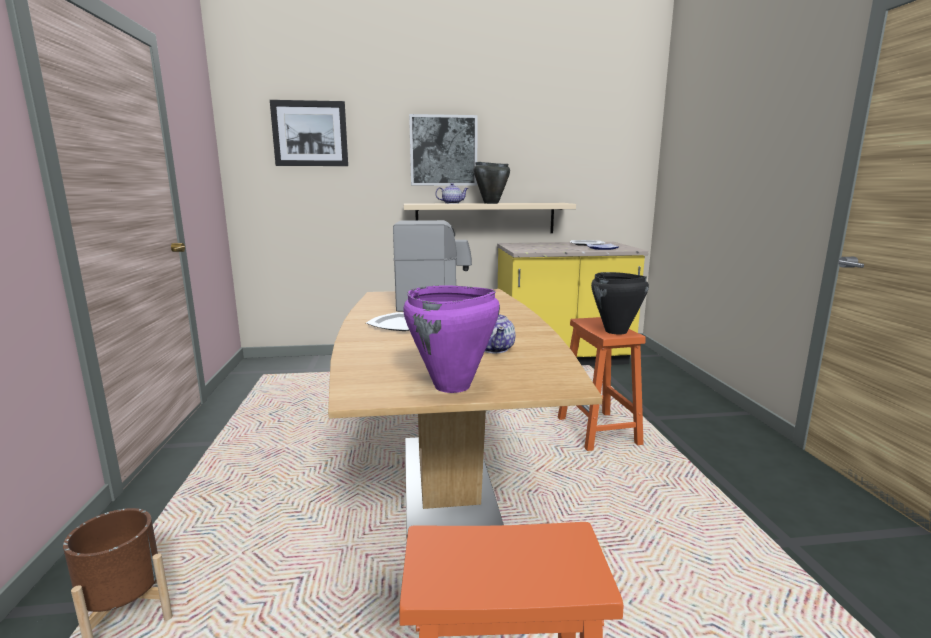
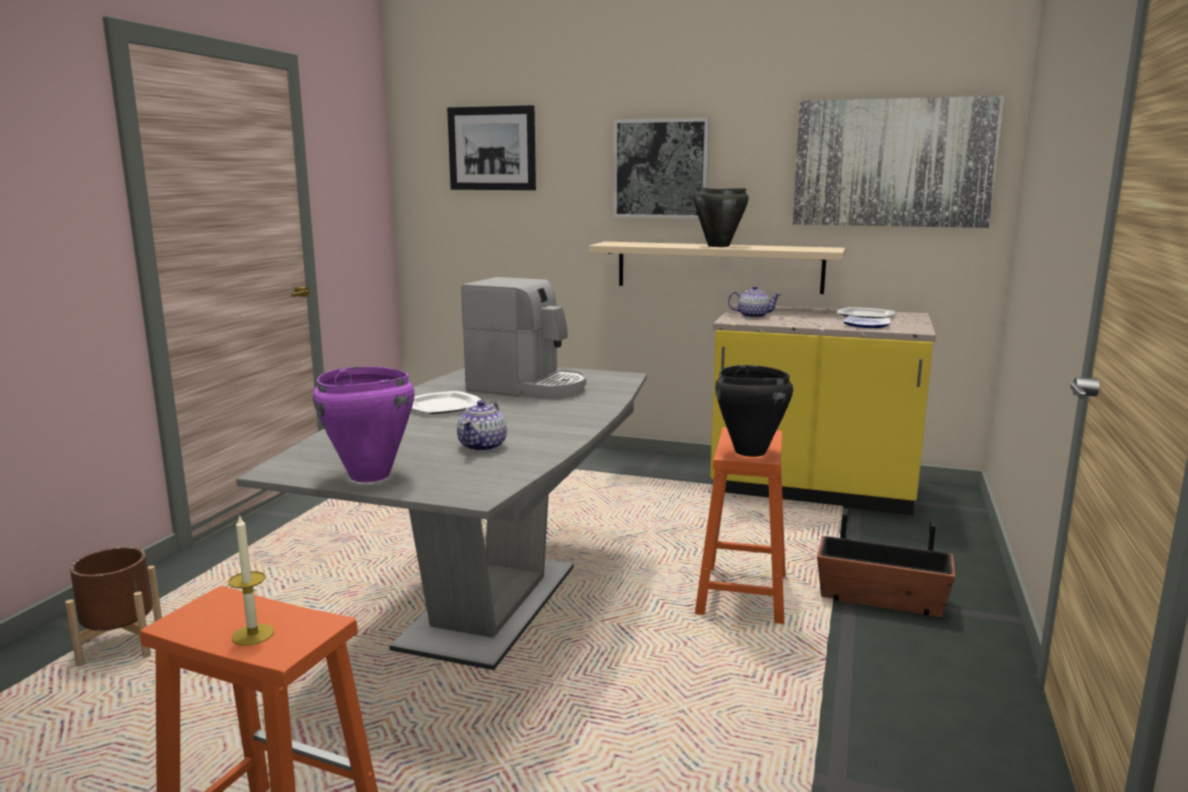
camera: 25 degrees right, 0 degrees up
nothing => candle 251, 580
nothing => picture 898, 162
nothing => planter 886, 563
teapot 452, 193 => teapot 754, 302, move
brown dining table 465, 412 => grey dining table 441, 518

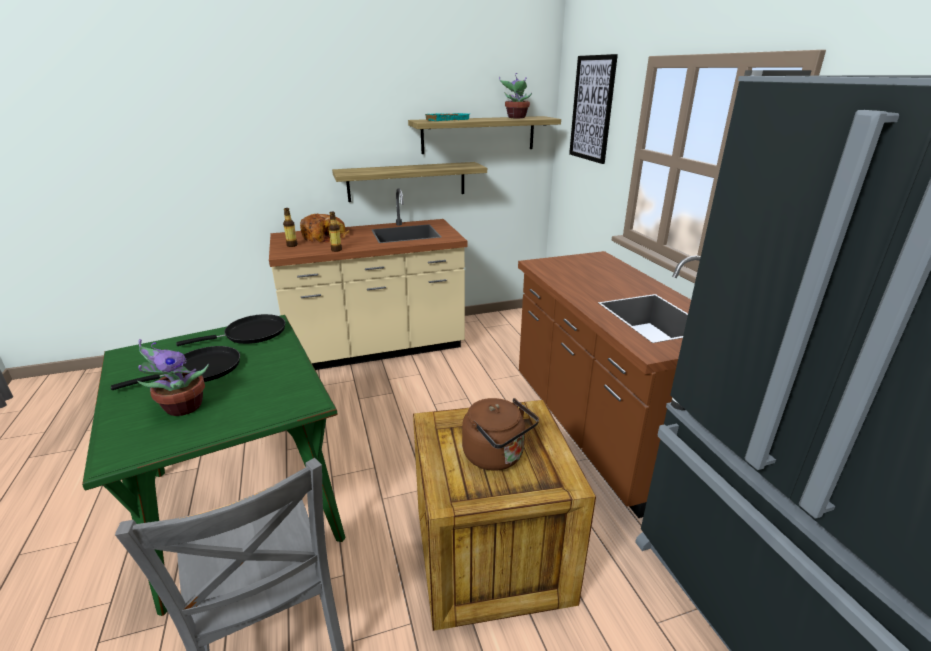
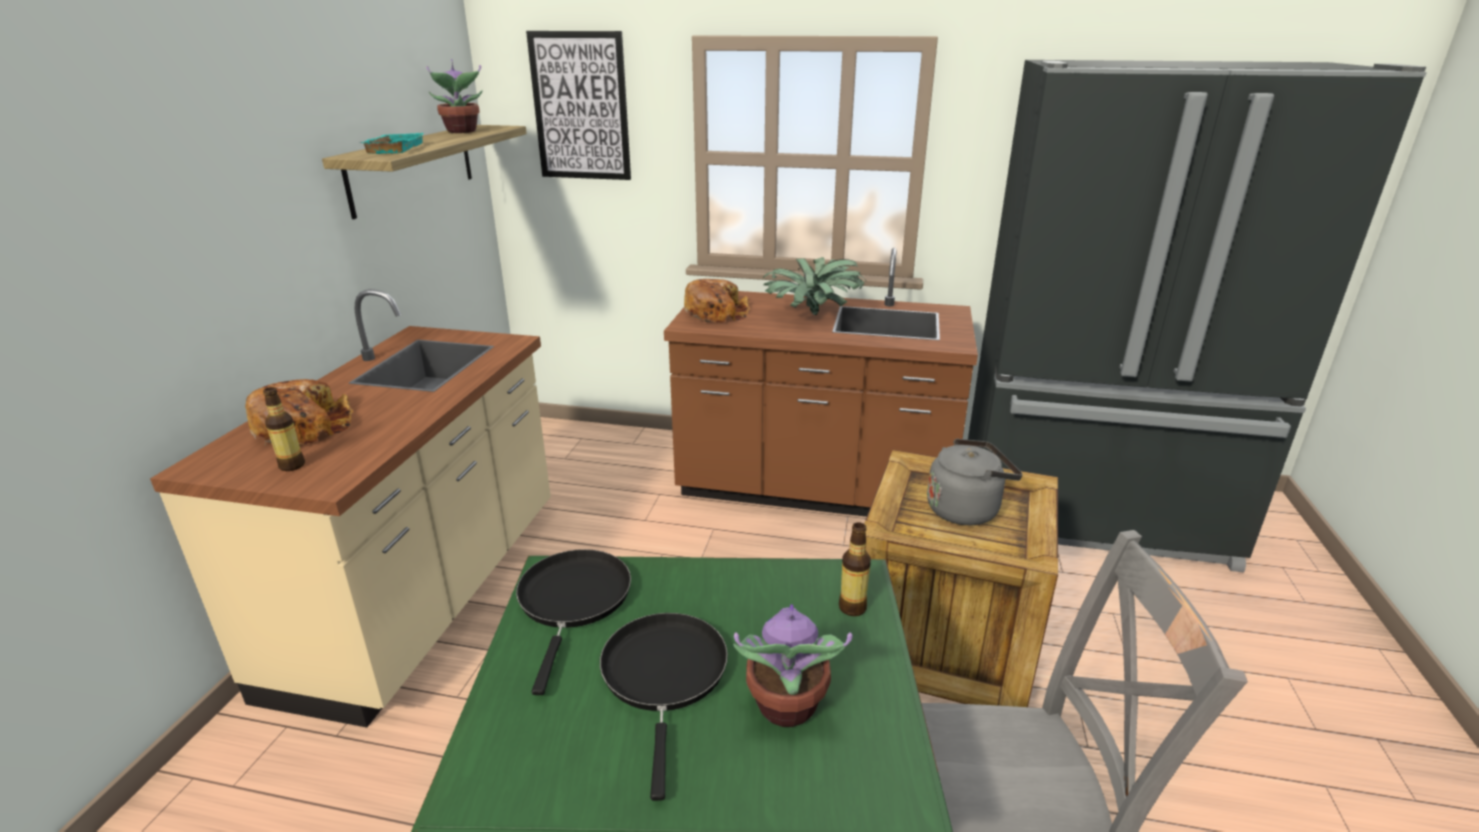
camera: 60 degrees left, 0 degrees up
shelf 409, 182 => nothing
nothing => bread 717, 301
nothing => potted plant 815, 286
bottle 335, 232 => bottle 855, 569, move
brown kettle 500, 434 => grey kettle 974, 481

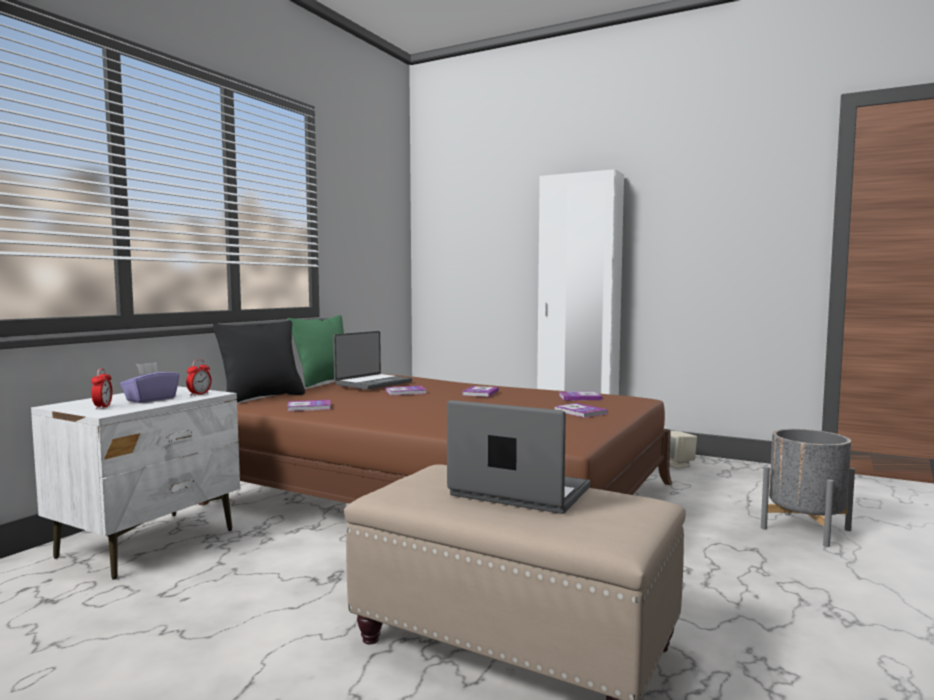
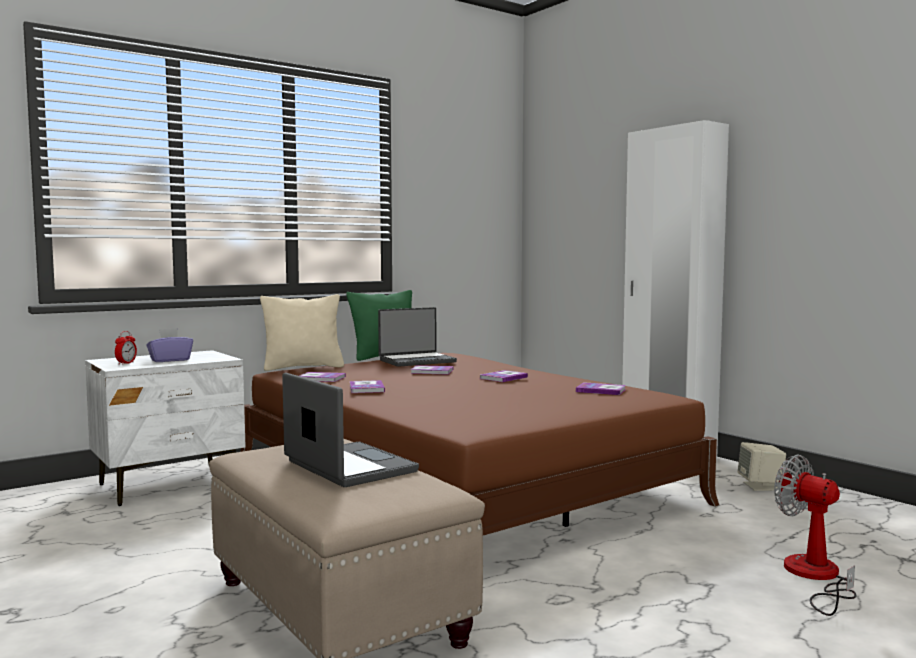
camera: 25 degrees right, 0 degrees up
alarm clock 199, 378 => nothing
book 581, 410 => book 367, 386, move
grey planter 808, 488 => fan 815, 535
black pillow 259, 361 => beige pillow 302, 332

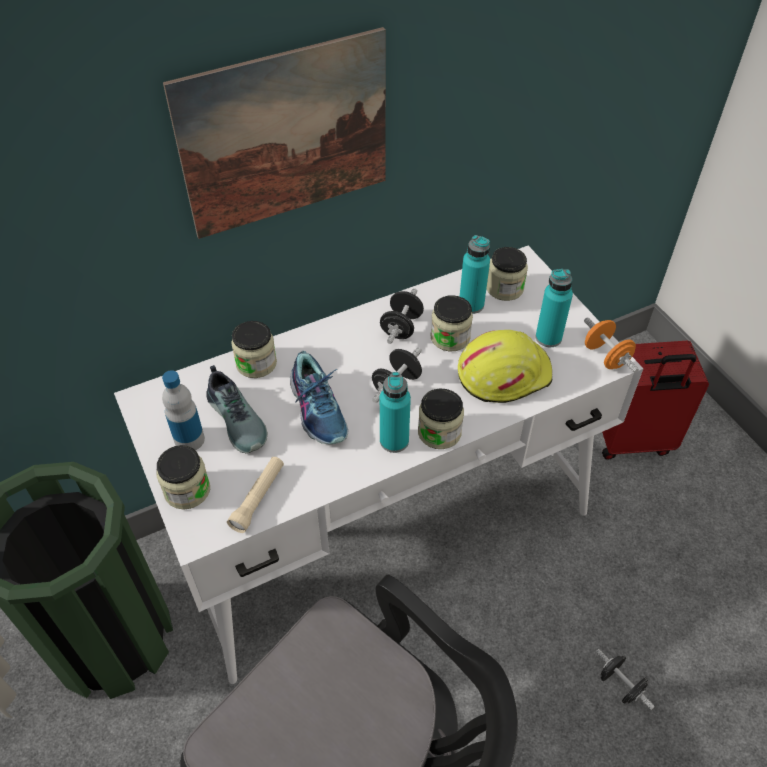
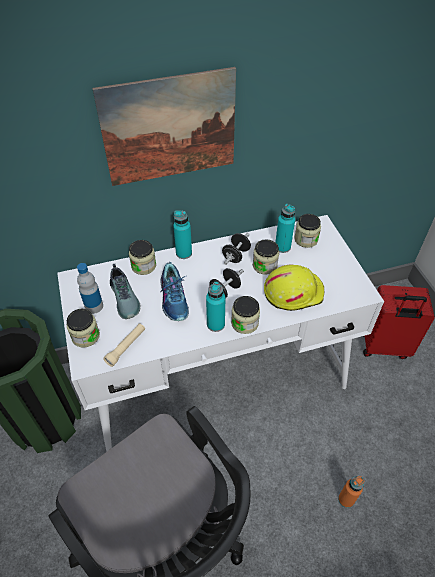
camera: 10 degrees right, 0 degrees up
orange dumbbell 611, 345 => nothing
turquoise bottle 554, 308 => turquoise bottle 182, 234, move
black dumbbell 625, 679 => orange bottle 351, 492

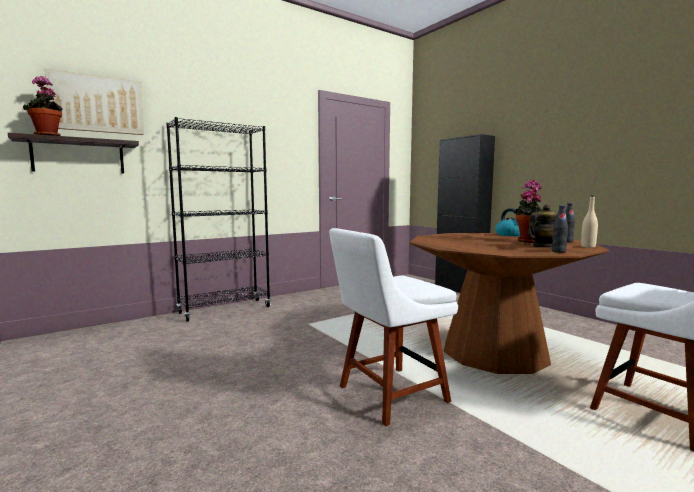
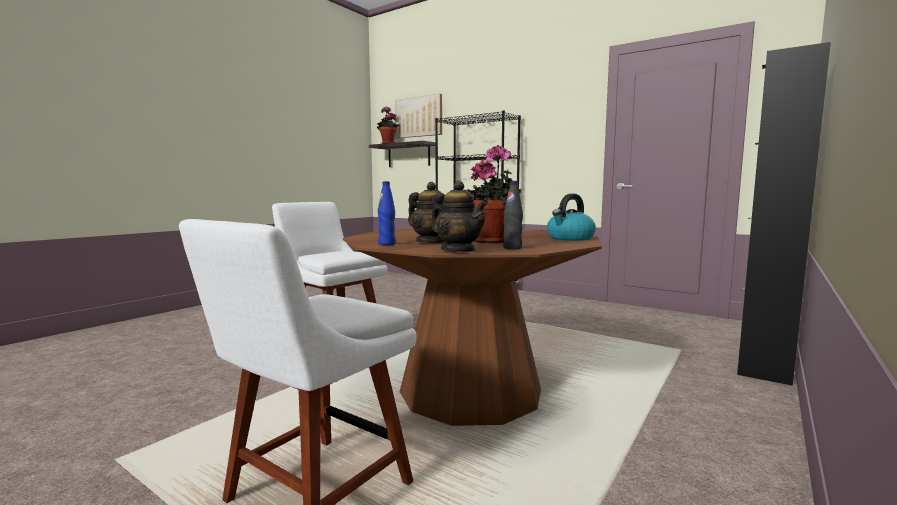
camera: 70 degrees right, 0 degrees up
beige bottle 589, 222 => teapot 460, 216
black bottle 560, 229 => blue bottle 387, 213

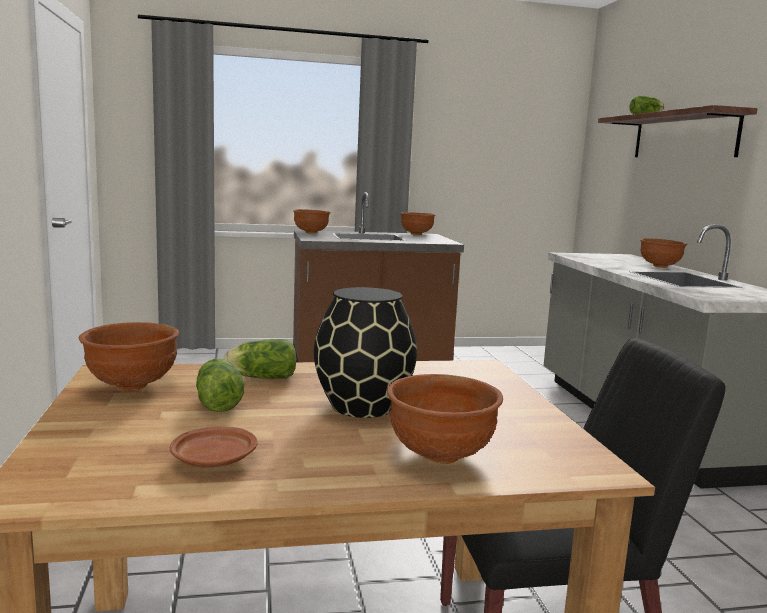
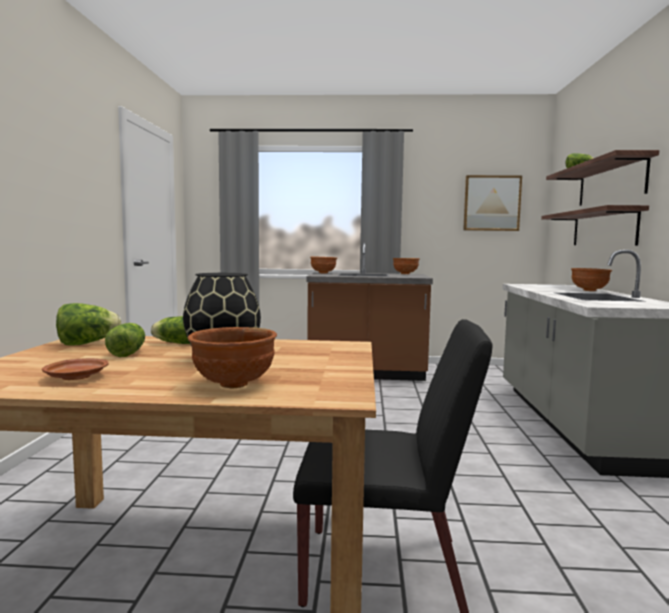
camera: 15 degrees right, 5 degrees down
nothing => picture 492, 203
nothing => shelf 595, 225
brown bowl 129, 356 => lettuce 88, 324

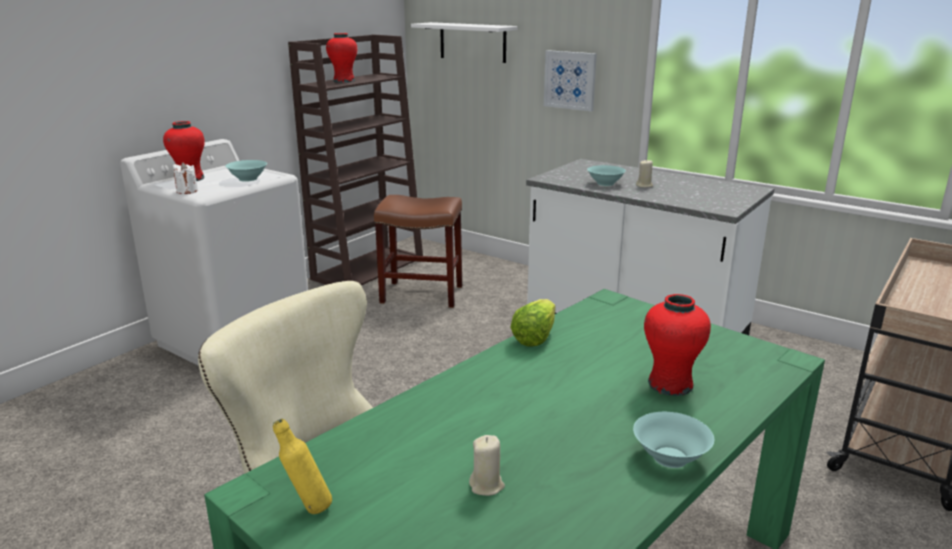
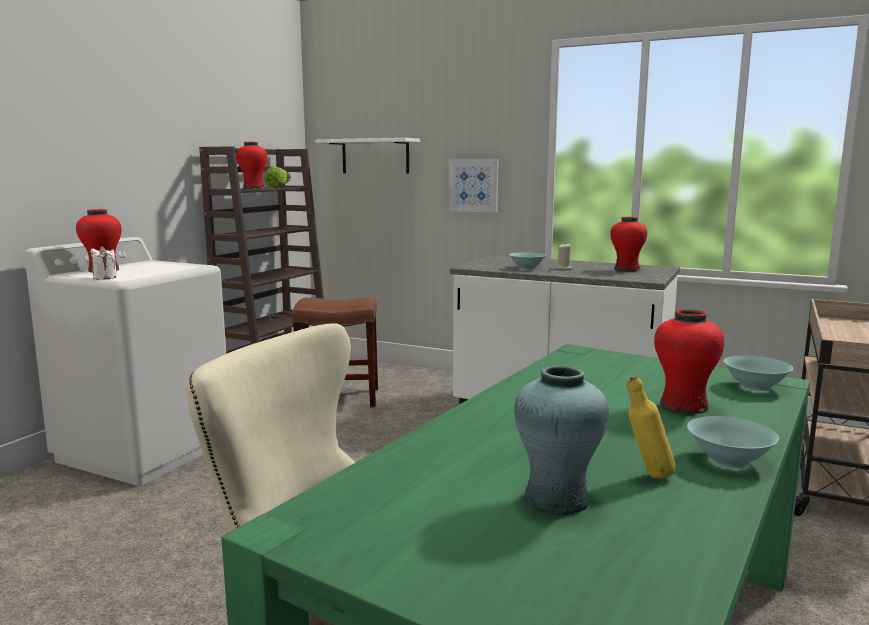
camera: 10 degrees left, 10 degrees down
nothing => red vase 628, 244
turquoise bowl 246, 171 => turquoise bowl 758, 373, move
yellow bottle 302, 466 => yellow bottle 651, 428, move
lettuce 532, 323 => lettuce 277, 176, move
beige candle 487, 465 => turquoise vase 561, 440

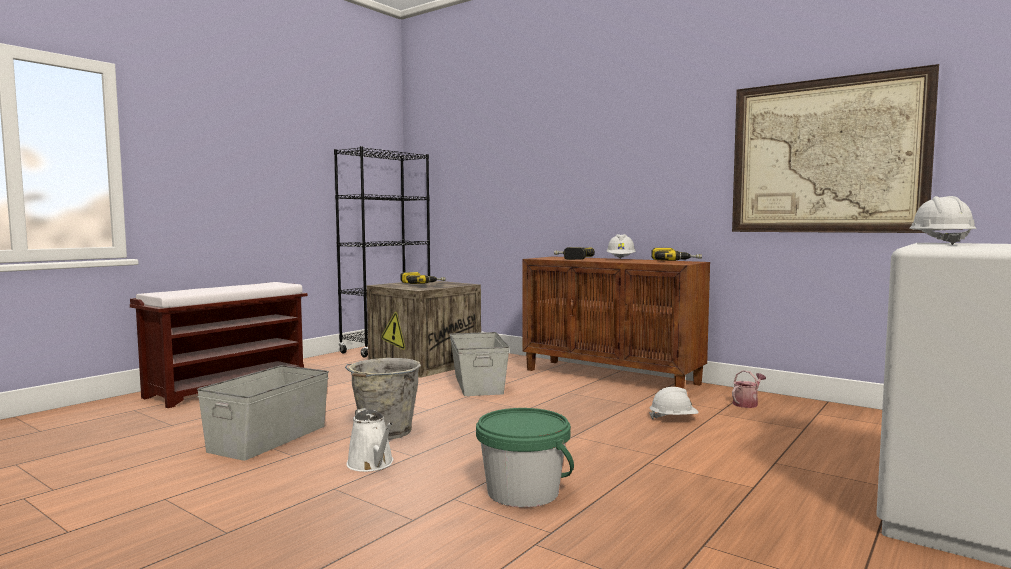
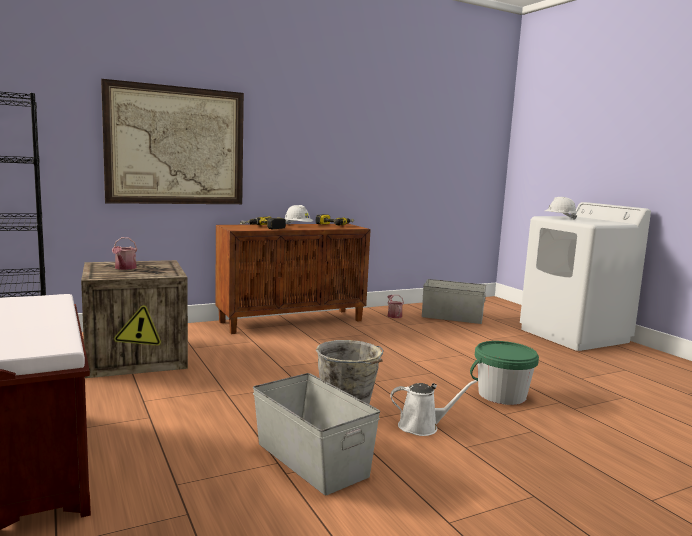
camera: 65 degrees left, 5 degrees up
white hard hat 674, 403 => nothing
grey storage box 479, 364 => grey storage box 454, 301, move
picture 835, 148 => picture 172, 141, move
power drill 423, 278 => watering can 125, 253

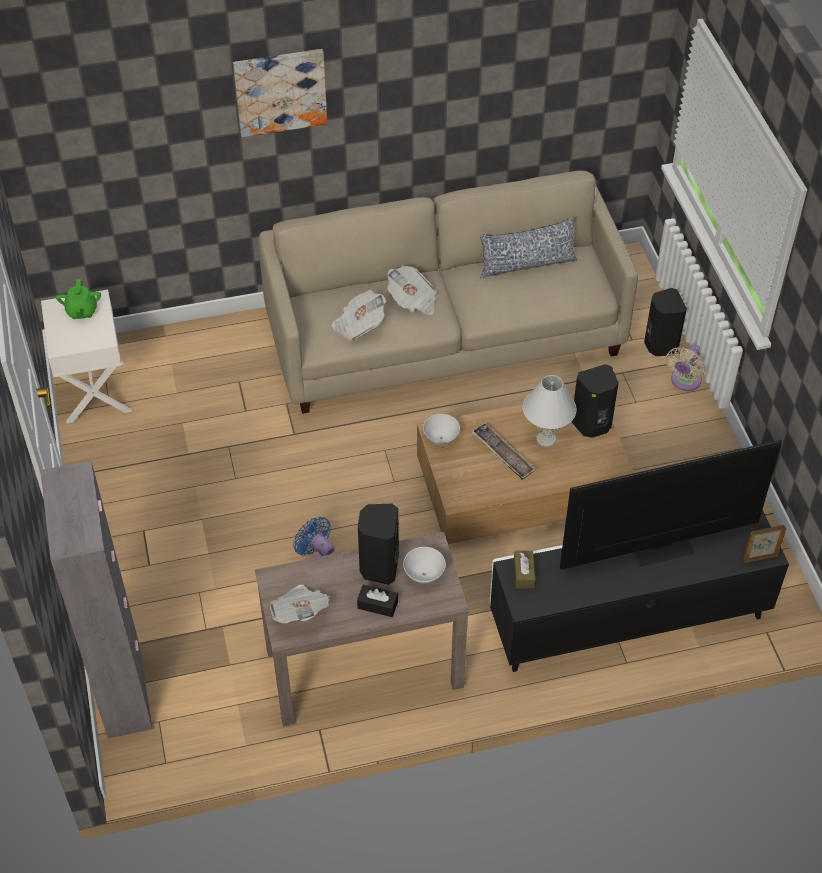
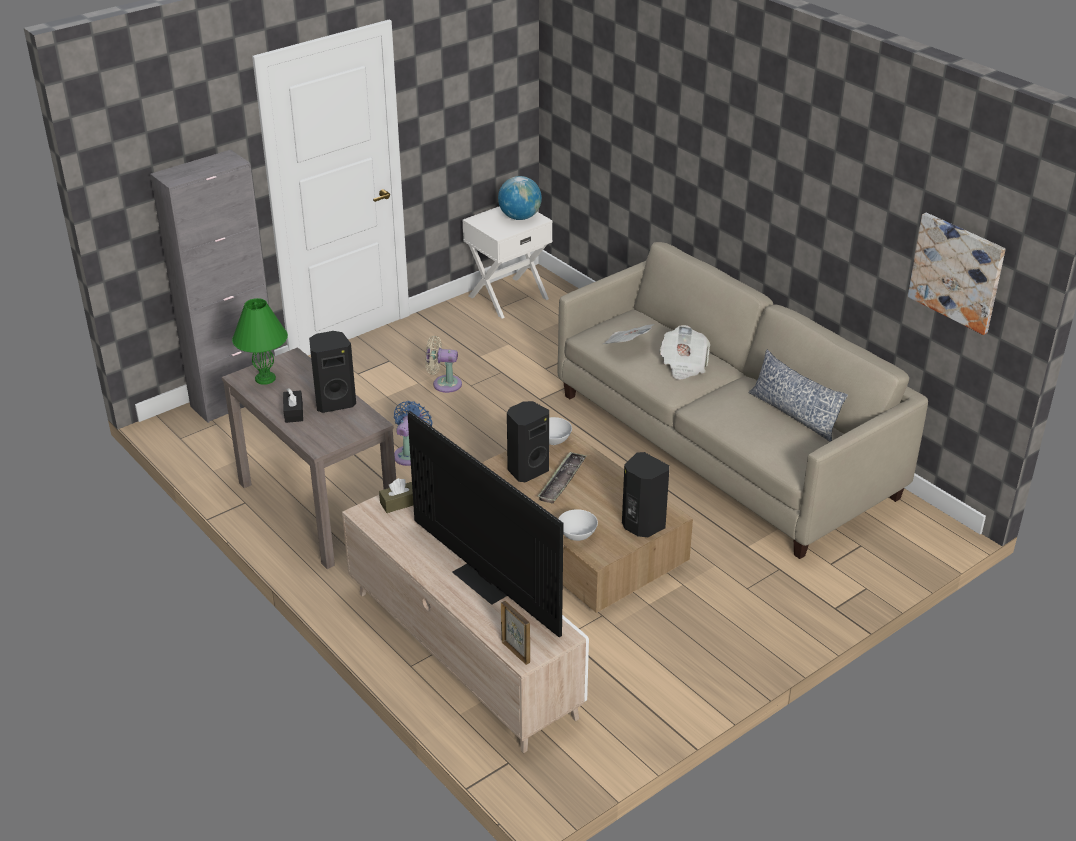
camera: 65 degrees right, 15 degrees down
white table lamp 550, 411 => nothing
picture 280, 93 => picture 957, 274, move
white bowl 424, 565 => white bowl 578, 525, move
black speaker 665, 322 => black speaker 528, 441, move
beige fan 685, 367 => beige fan 443, 364, move
green teapot 78, 299 => globe 520, 198
newspaper 299, 604 => green table lamp 260, 341
black tv stand 639, 590 => beige tv stand 465, 624

